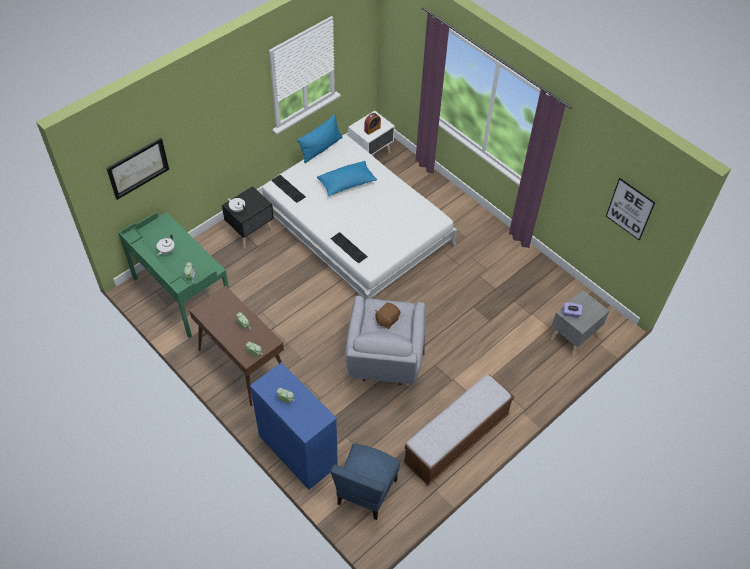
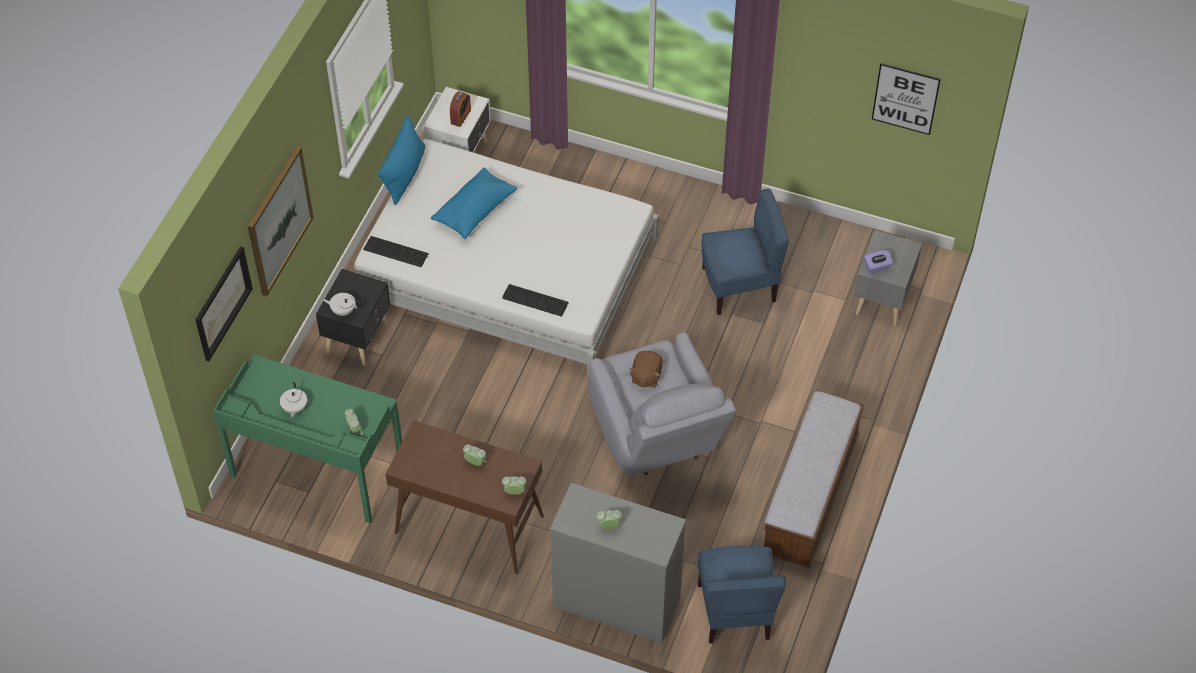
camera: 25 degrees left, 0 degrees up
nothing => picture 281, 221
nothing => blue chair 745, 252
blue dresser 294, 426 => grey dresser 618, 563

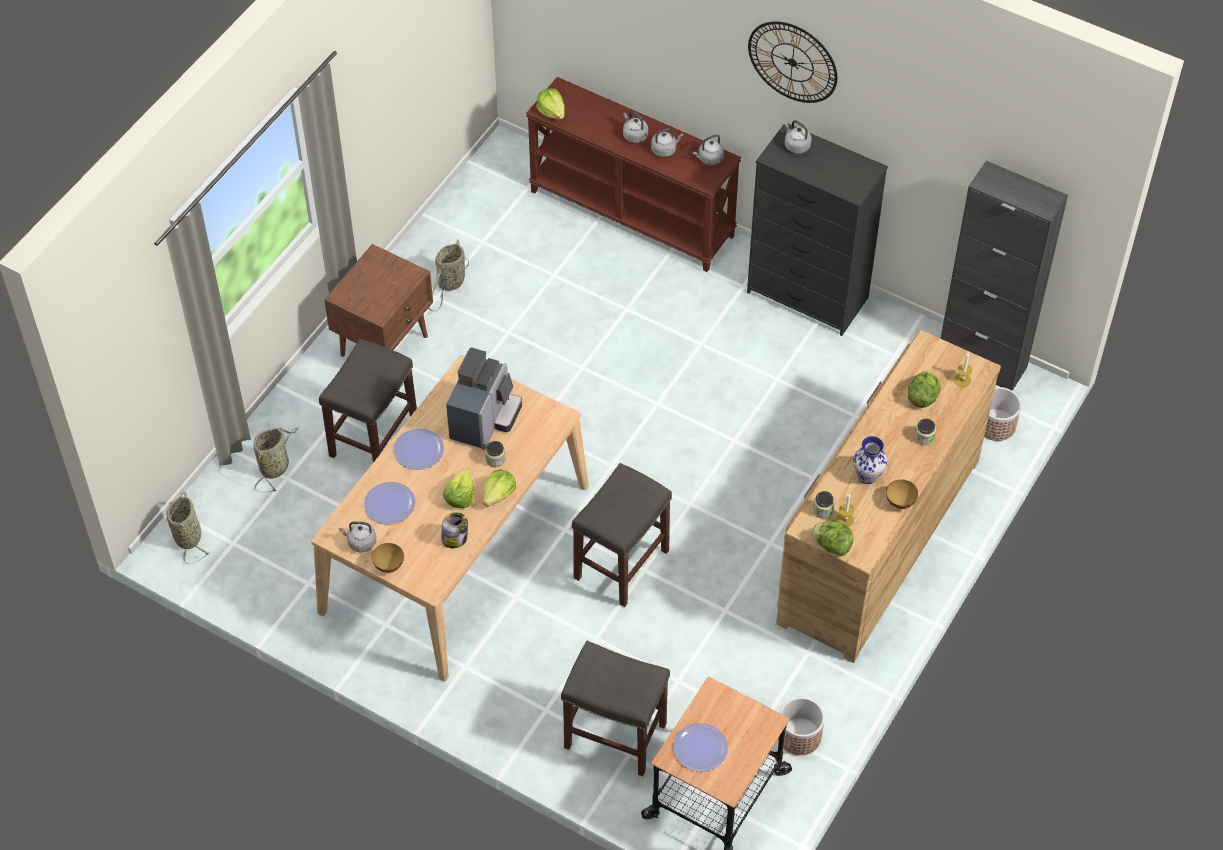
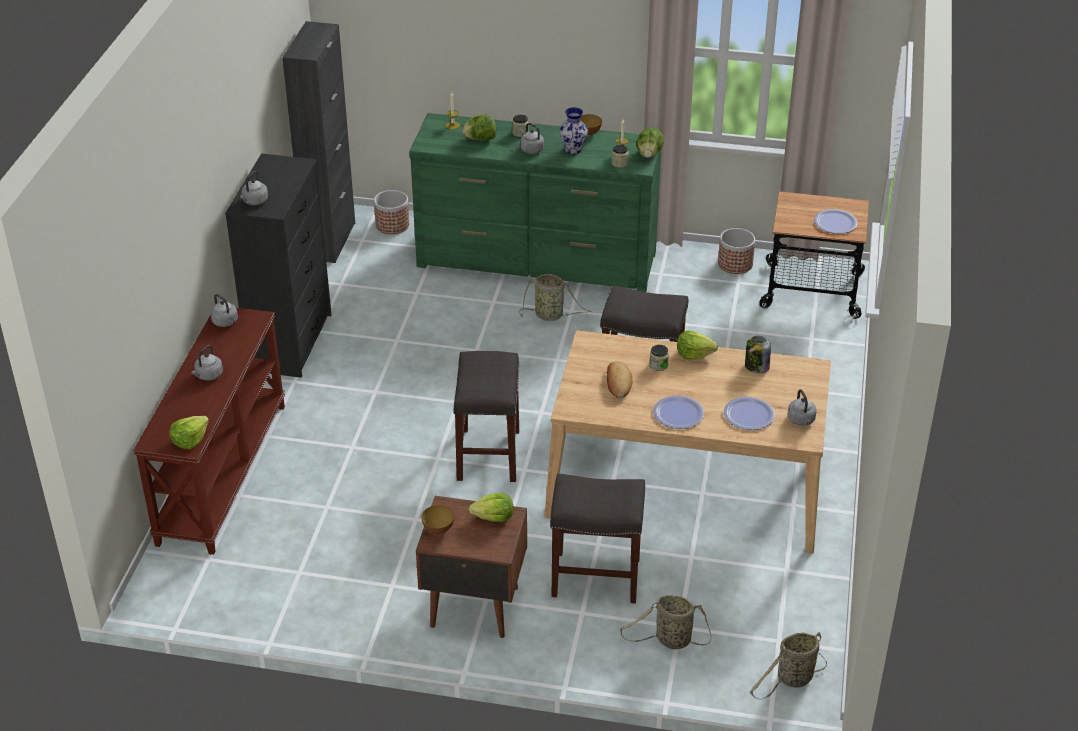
camera: 110 degrees left, 15 degrees down
wall clock 792, 62 => nothing
bowl 388, 558 => bowl 437, 519, move
basket 448, 275 => basket 555, 297, move
lettuce 458, 489 => lettuce 490, 507, move
grey stool 615, 708 => grey stool 486, 416, move
grey kettle 667, 142 => grey kettle 532, 138, move
coffee machine 484, 399 => bread 619, 379
brown dresser 888, 496 => green dresser 535, 202

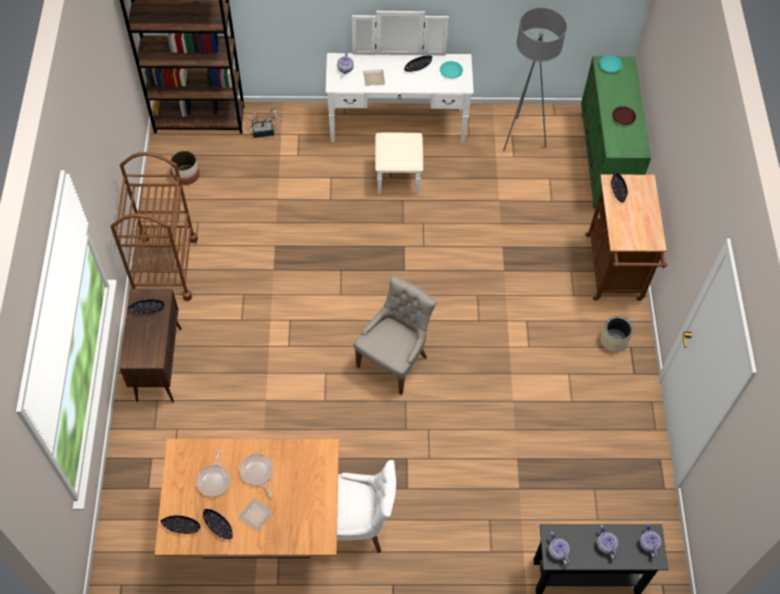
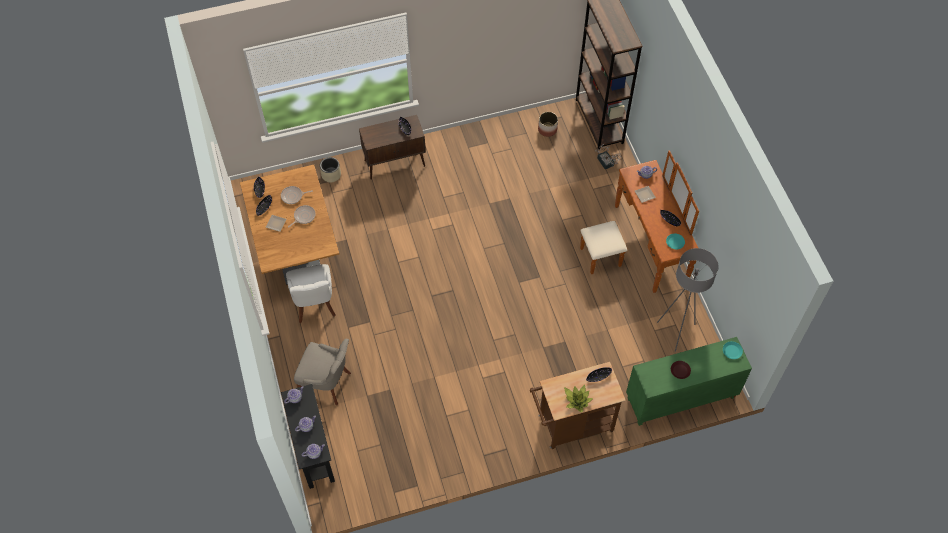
camera: 75 degrees right, 0 degrees up
brown cart 154, 226 => nothing
nothing => potted plant 578, 399
grey chair 395, 335 => grey chair 322, 372, move
beige planter 616, 334 => beige planter 330, 169, move
white dresser 399, 102 => brown dresser 639, 222

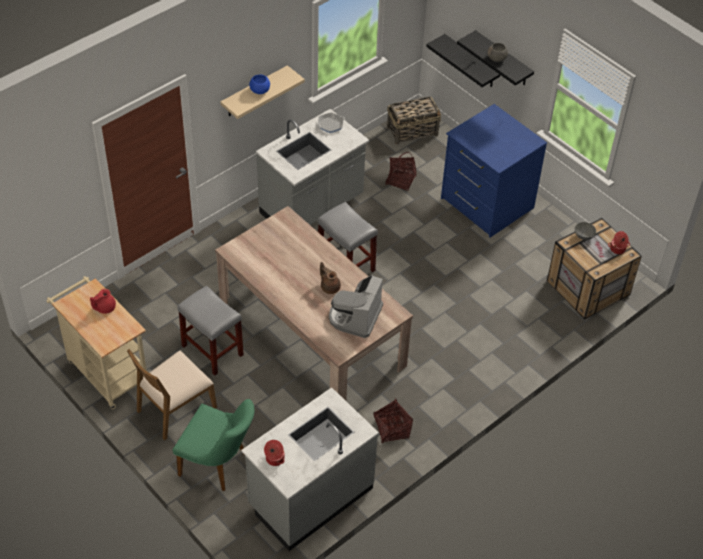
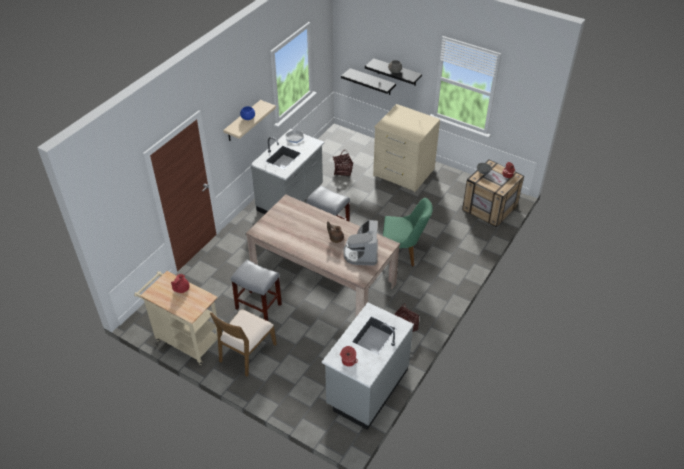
camera: 15 degrees left, 5 degrees down
basket 414, 120 => nothing
green chair 213, 445 => green chair 408, 232, move
blue dresser 494, 171 => beige dresser 406, 148

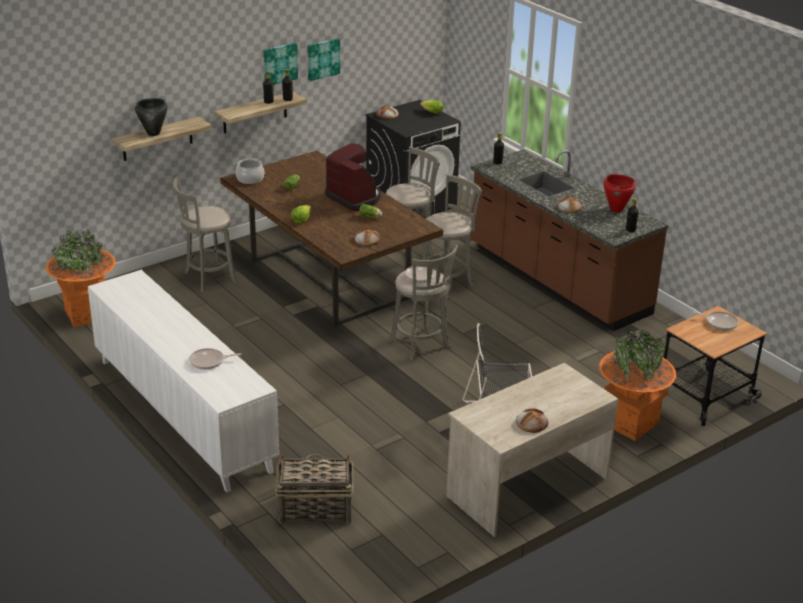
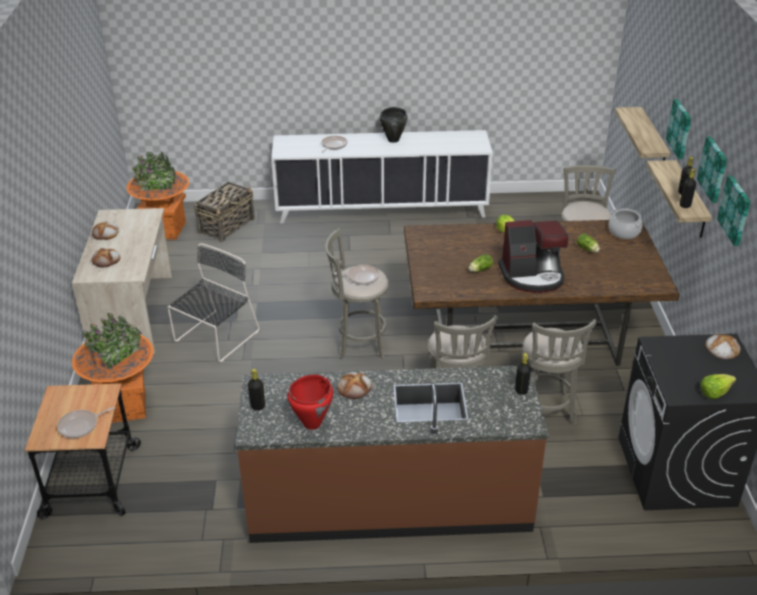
camera: 125 degrees right, 5 degrees up
nothing => picture 678, 129
orange planter 81, 278 => orange planter 158, 196, move
black cooking pot 151, 117 => black cooking pot 394, 125, move
bread 368, 237 => bread 106, 257, move

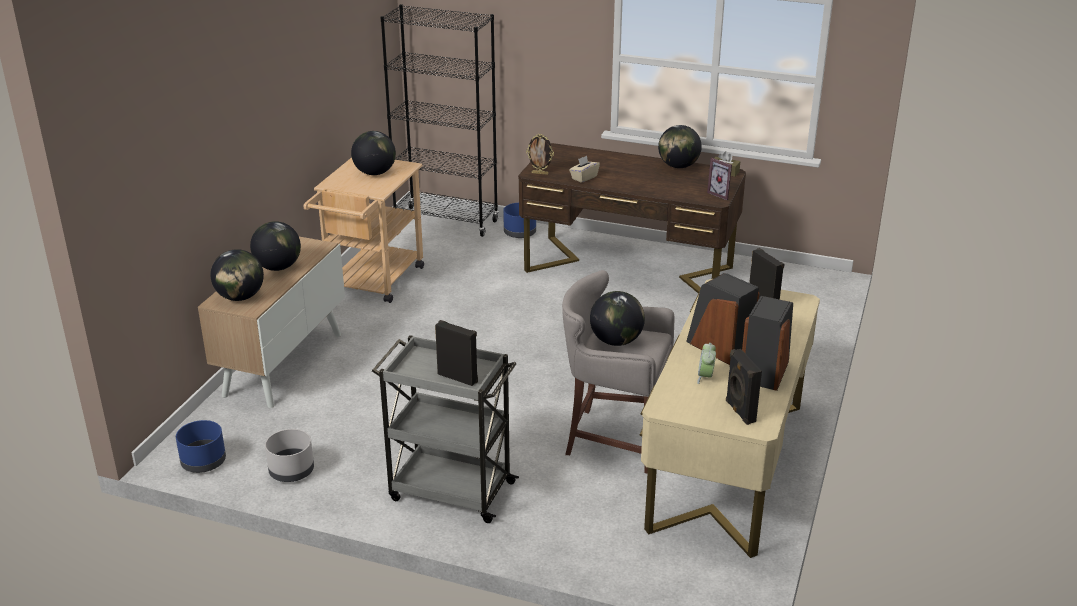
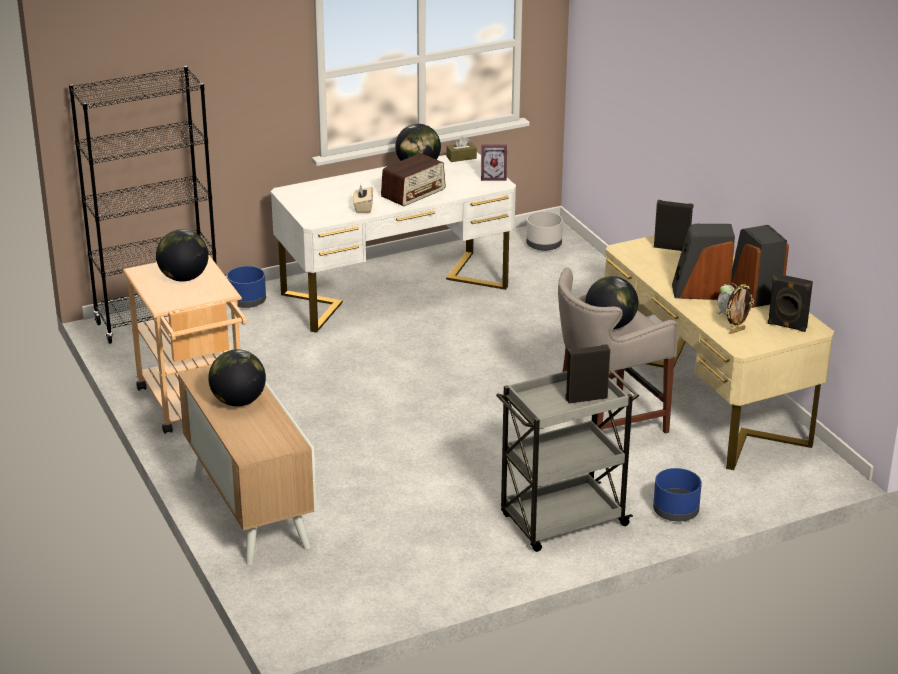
camera: 45 degrees left, 0 degrees up
globe 237, 275 => nothing
nothing => radio 413, 179
blue planter 201, 446 => blue planter 677, 494, move
grey planter 289, 455 => grey planter 544, 231, move
picture frame 540, 154 => picture frame 740, 309, move
brown desk 632, 218 => white desk 393, 242

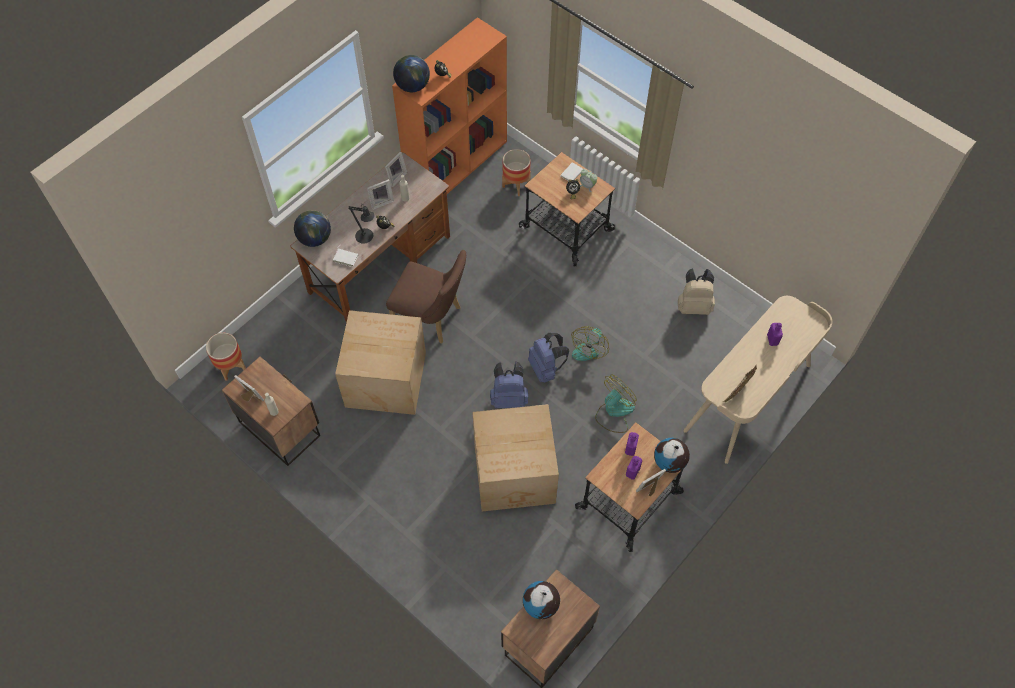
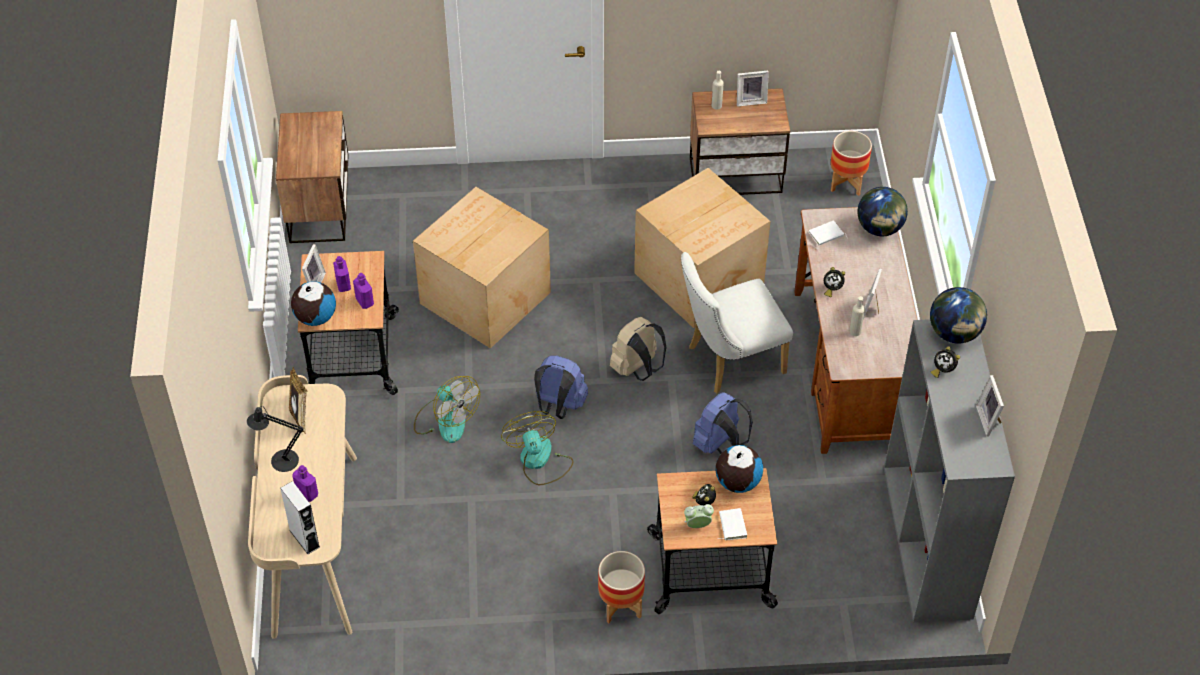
camera: 135 degrees right, 10 degrees down
nothing => grey speaker 300, 517
black table lamp 361, 224 => black table lamp 275, 439, move
picture frame 396, 169 => picture frame 990, 405, move
blue backpack 509, 385 => blue backpack 723, 423, move
planter 516, 172 => planter 621, 587, move
globe 541, 600 => globe 739, 469, move
beige backpack 696, 291 => beige backpack 638, 349, move
brown chair 426, 297 => white chair 737, 322
orange bookcase 449, 105 => grey bookcase 949, 471
fan 616, 403 => fan 447, 409, 45 degrees counterclockwise

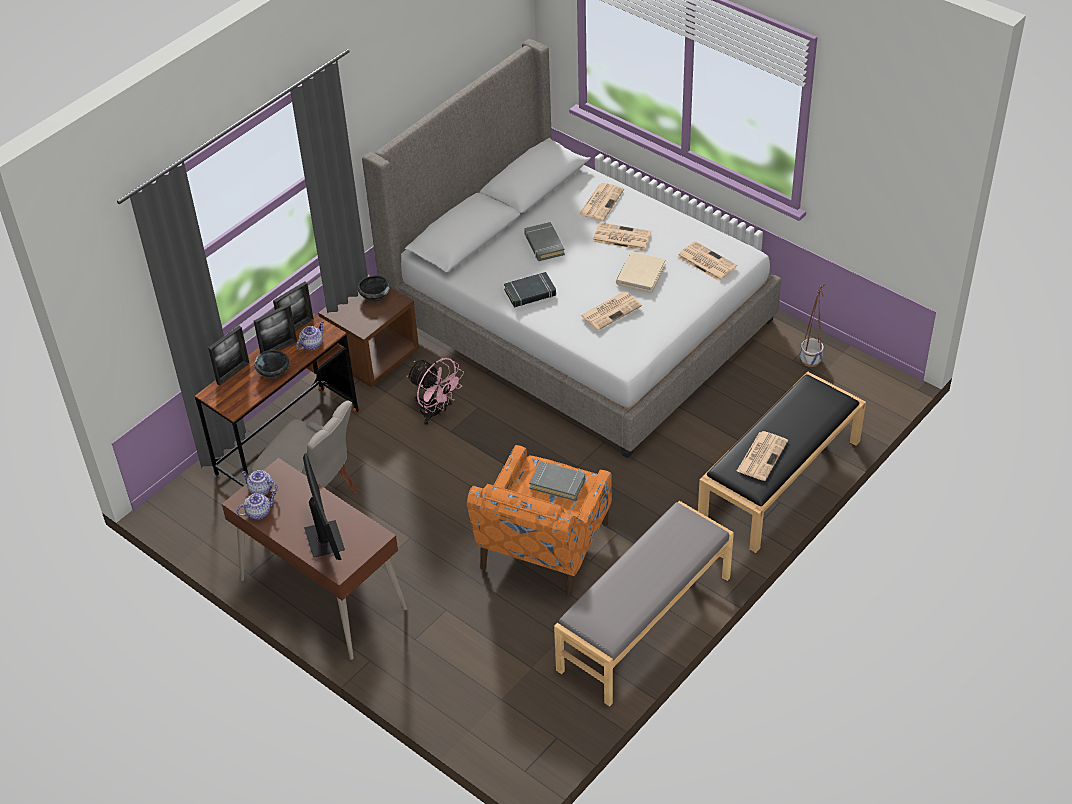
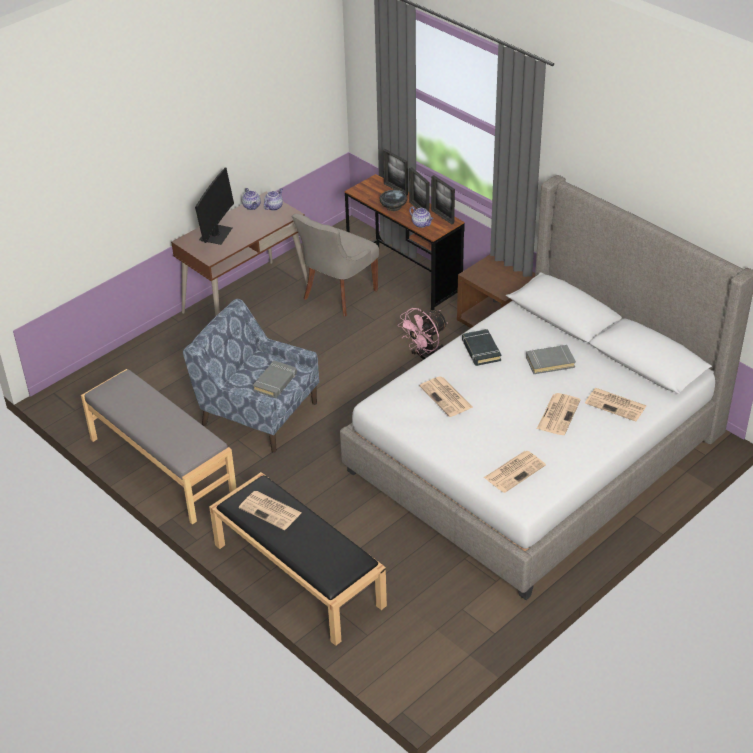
camera: 95 degrees right, 5 degrees down
black bowl 373, 288 => nothing
beige book 641, 272 => nothing
planter 812, 325 => nothing
orange armchair 539, 521 => blue armchair 251, 376
monitor 324, 506 => monitor 214, 206, 60 degrees counterclockwise

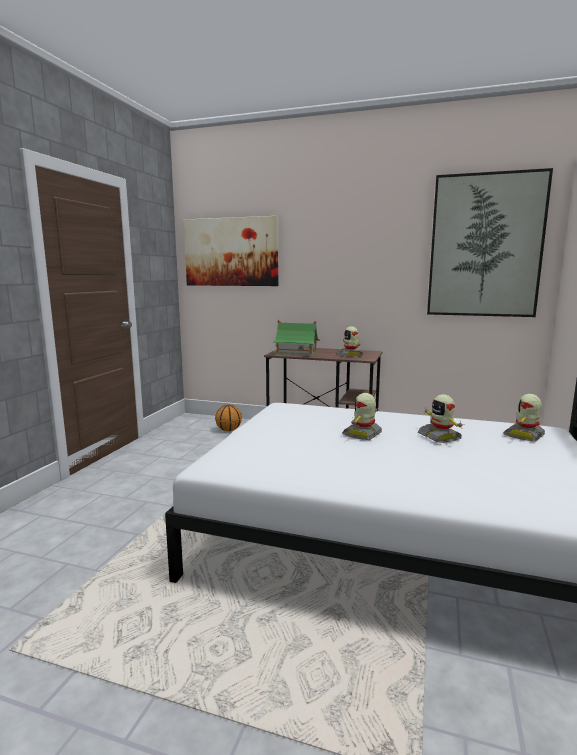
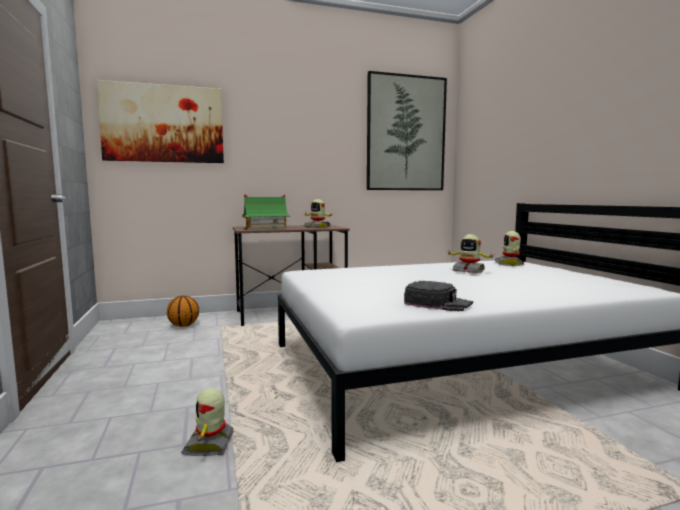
camera: 35 degrees left, 5 degrees down
nothing => black cap 438, 296
toy robot 362, 416 => toy robot 208, 422, move

